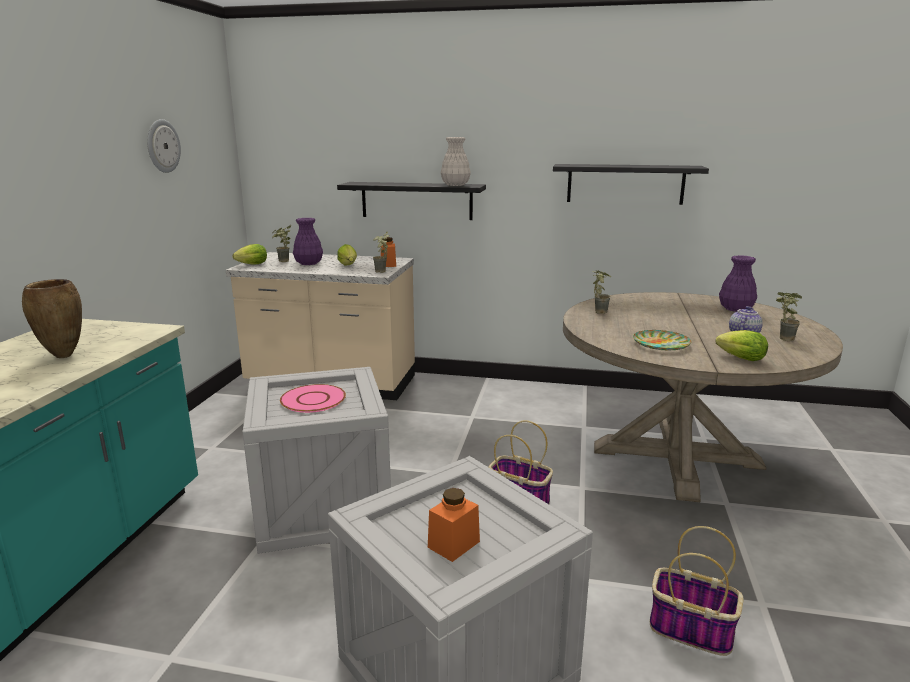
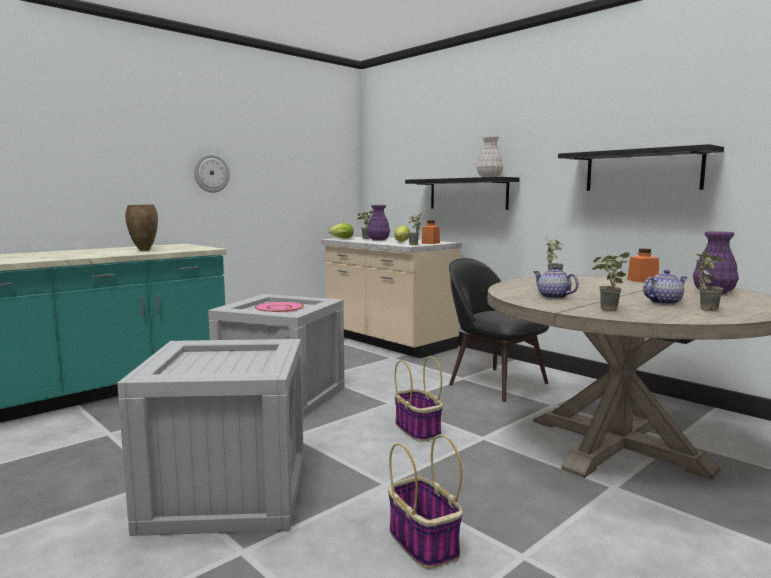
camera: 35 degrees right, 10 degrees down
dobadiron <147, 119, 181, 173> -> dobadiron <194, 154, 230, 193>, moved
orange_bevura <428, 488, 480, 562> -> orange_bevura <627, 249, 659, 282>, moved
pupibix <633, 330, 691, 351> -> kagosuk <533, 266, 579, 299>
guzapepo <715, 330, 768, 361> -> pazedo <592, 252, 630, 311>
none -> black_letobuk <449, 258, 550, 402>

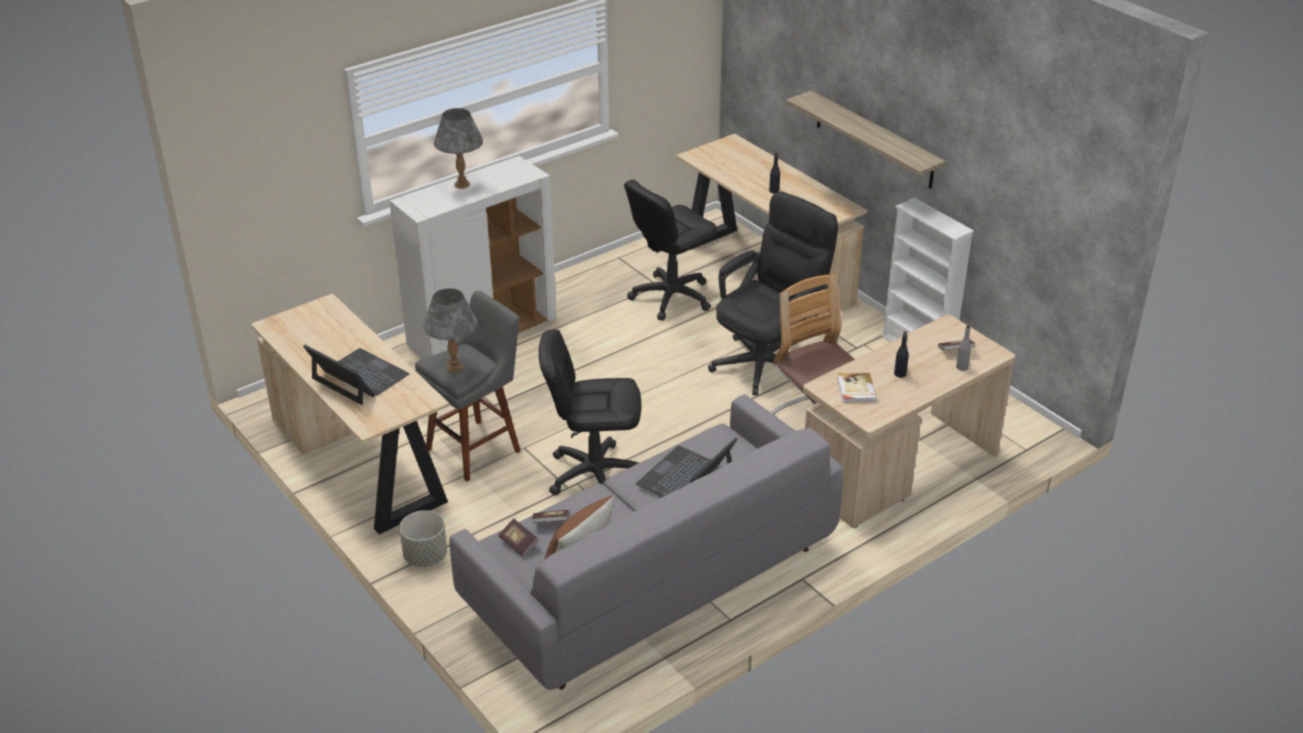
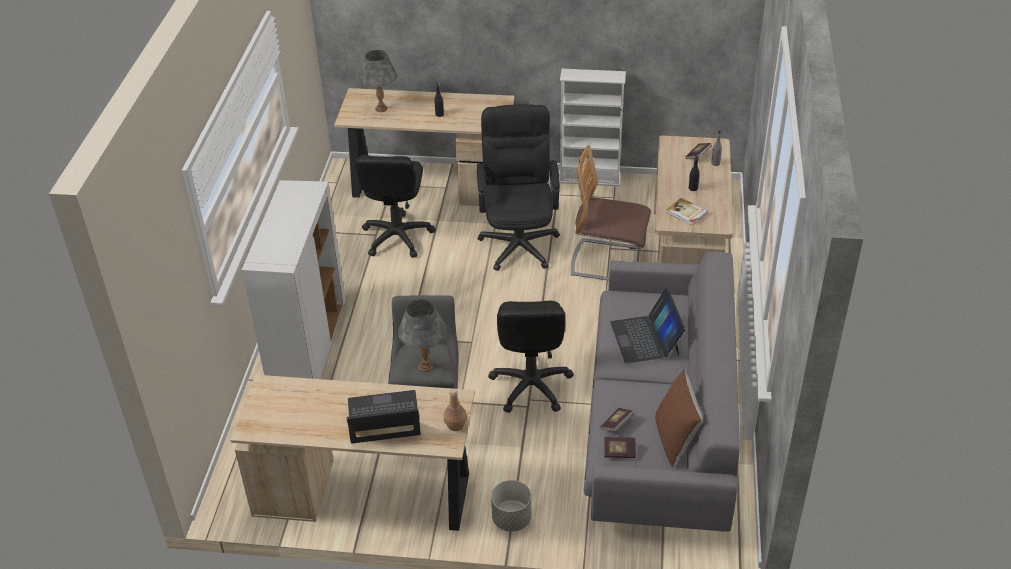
camera: 45 degrees left, 5 degrees up
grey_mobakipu <434, 108, 483, 189> -> grey_mobakipu <359, 50, 397, 112>, moved
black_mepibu <539, 329, 641, 495> -> black_mepibu <488, 301, 574, 413>, 45 degrees counterclockwise
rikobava <786, 91, 946, 189> -> none
none -> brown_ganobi <444, 389, 467, 431>

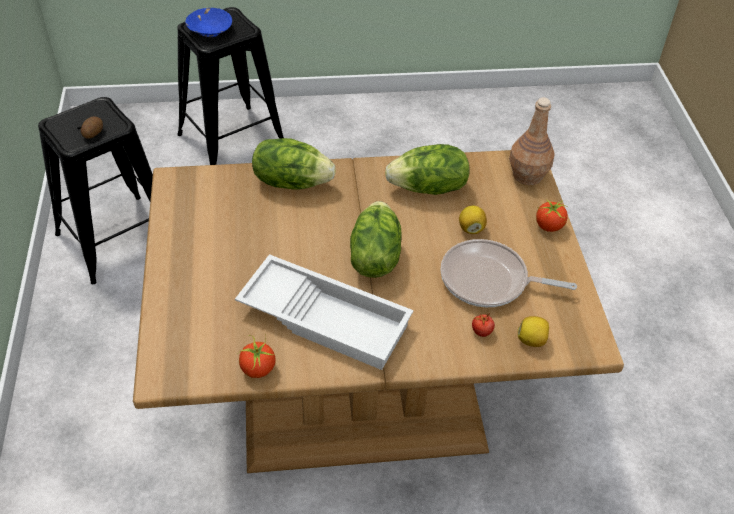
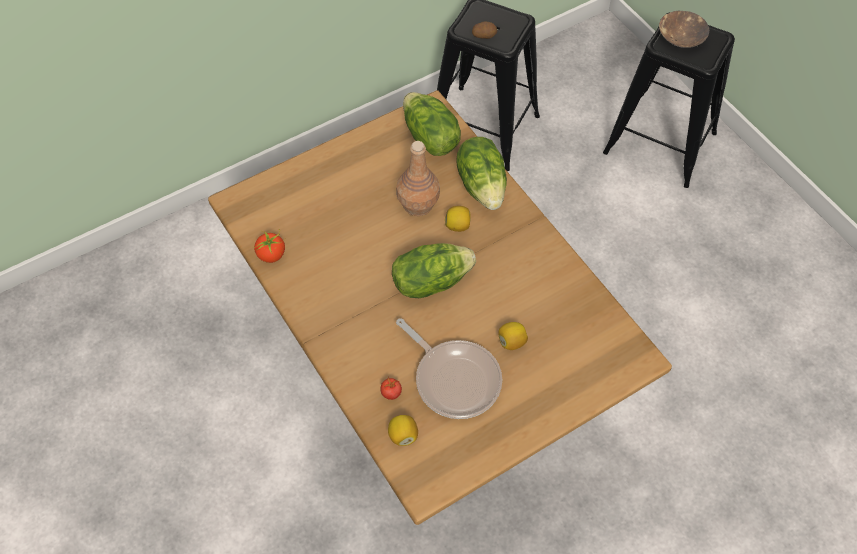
camera: 65 degrees right, 10 degrees up
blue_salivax <185, 8, 232, 38> -> brown_salivax <659, 11, 709, 48>
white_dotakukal <235, 254, 414, 370> -> none
guzapepo <385, 144, 470, 195> -> guzapepo <403, 92, 461, 156>, moved
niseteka <441, 239, 577, 307> -> niseteka <396, 318, 502, 419>, 150 degrees clockwise
brown_ganobi <509, 98, 555, 185> -> brown_ganobi <396, 141, 440, 216>, moved
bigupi <536, 199, 568, 232> -> none
none -> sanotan <445, 206, 471, 232>

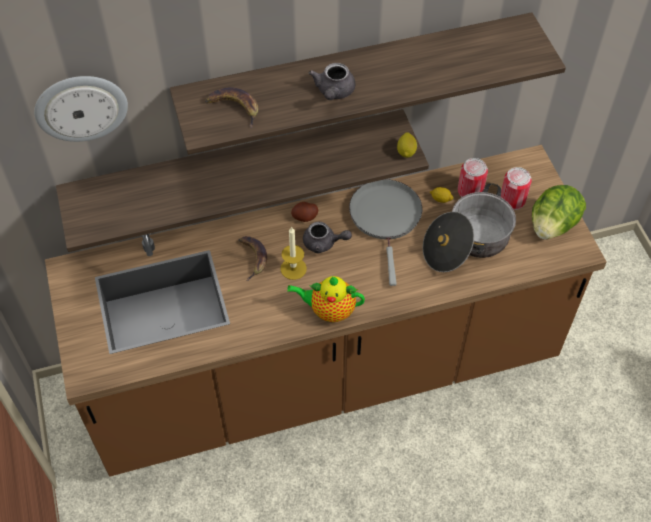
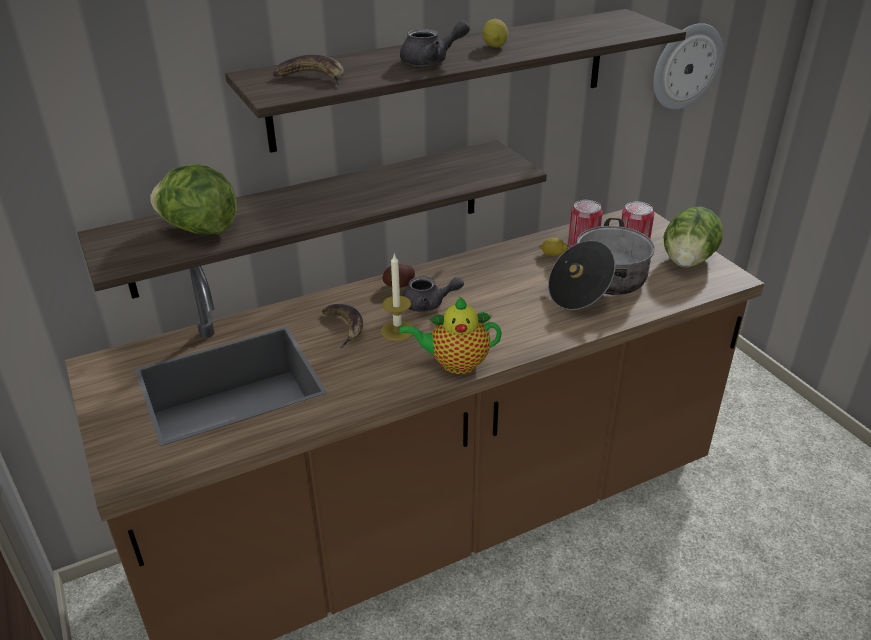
camera: 10 degrees left, 20 degrees down
dobadiron <34, 76, 128, 142> -> dobadiron <653, 23, 723, 109>, moved
grey_kagosuk <309, 63, 356, 100> -> grey_kagosuk <400, 20, 470, 66>, 105 degrees counterclockwise
grey_niseteka <349, 179, 422, 286> -> none
sanotan <397, 132, 417, 158> -> sanotan <482, 19, 508, 48>, moved
none -> guzapepo <150, 164, 237, 234>

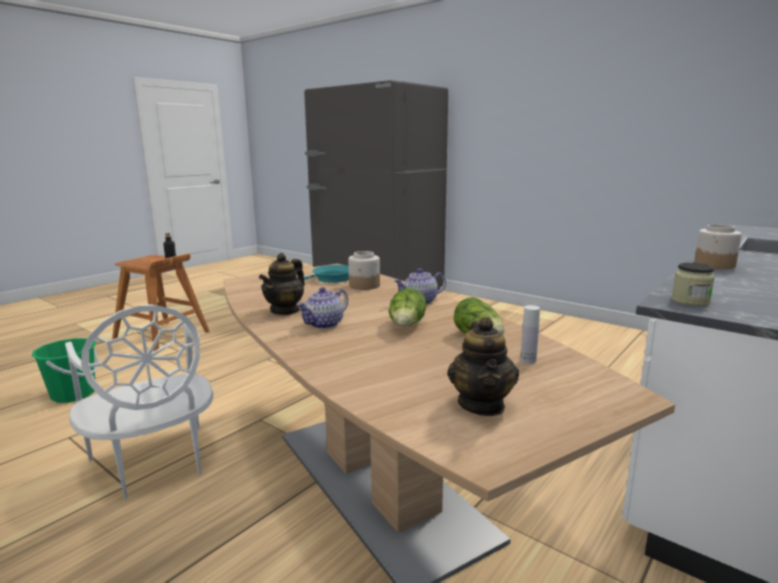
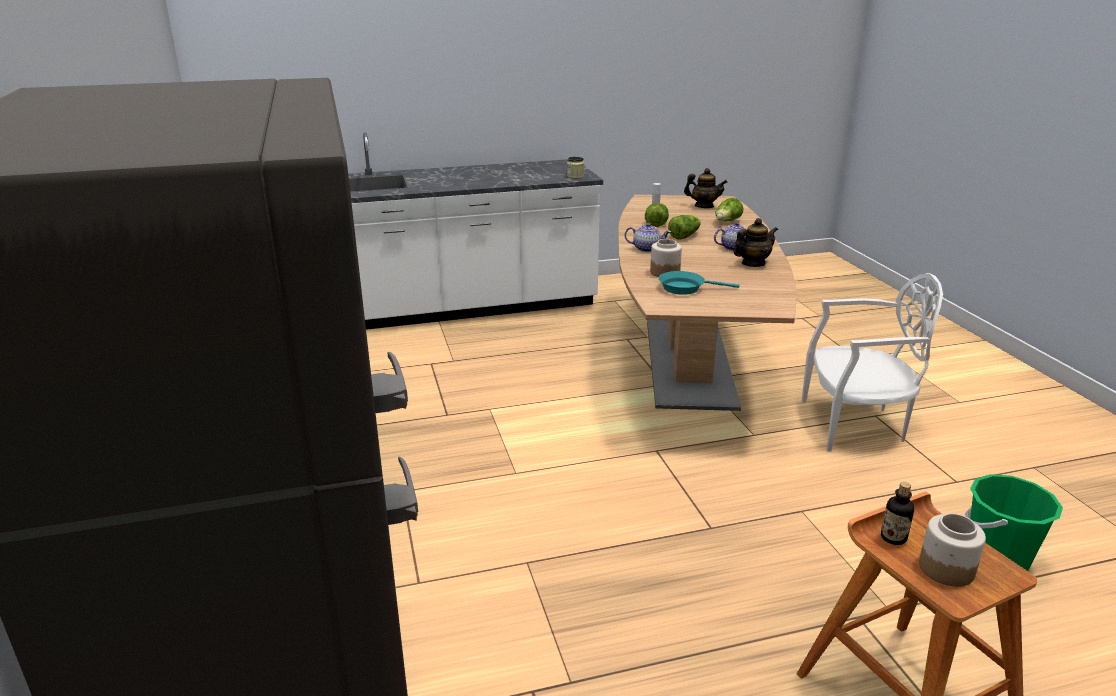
camera: 145 degrees left, 10 degrees up
white_letobuk <65, 304, 213, 500> -> white_letobuk <802, 273, 943, 451>, 90 degrees clockwise
kagosuk <447, 317, 519, 416> -> kagosuk <684, 168, 727, 208>, 75 degrees clockwise
bevura <694, 224, 742, 269> -> bevura <919, 513, 986, 587>, moved
none -> guzapepo <715, 198, 744, 221>

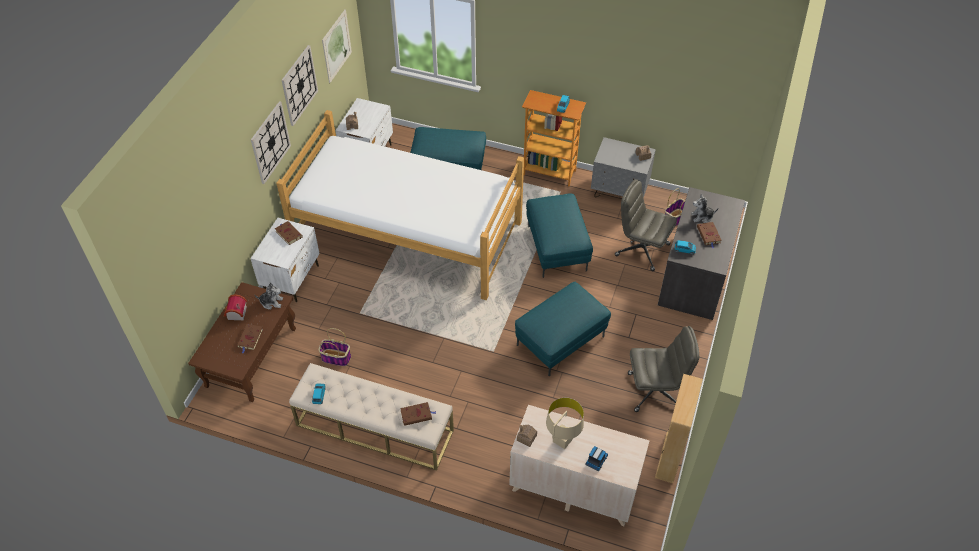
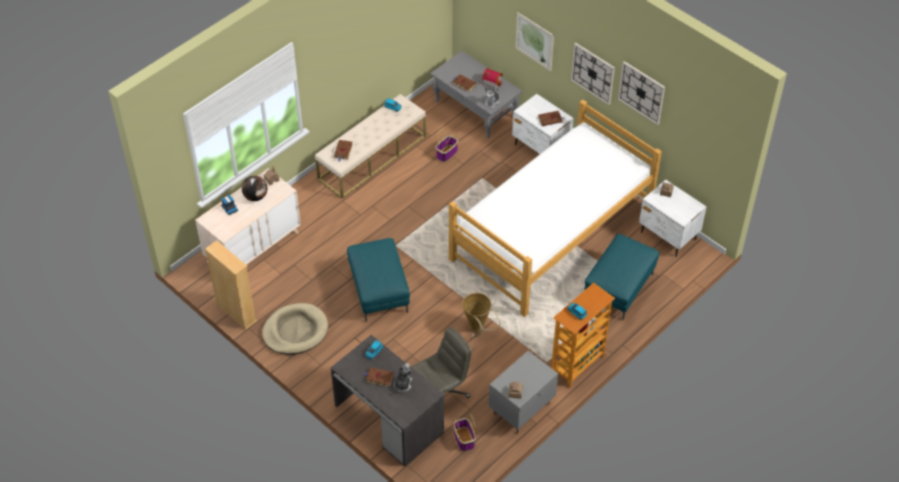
camera: 115 degrees right, 0 degrees up
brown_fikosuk <188, 282, 296, 402> -> grey_fikosuk <430, 51, 522, 139>
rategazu <322, 9, 352, 83> -> rategazu <515, 12, 554, 71>, moved
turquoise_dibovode <526, 194, 593, 278> -> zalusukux <462, 293, 500, 338>
beige_mobakipu <546, 398, 584, 449> -> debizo <242, 176, 267, 201>
grey_mepibu <628, 326, 699, 412> -> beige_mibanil <262, 303, 328, 355>

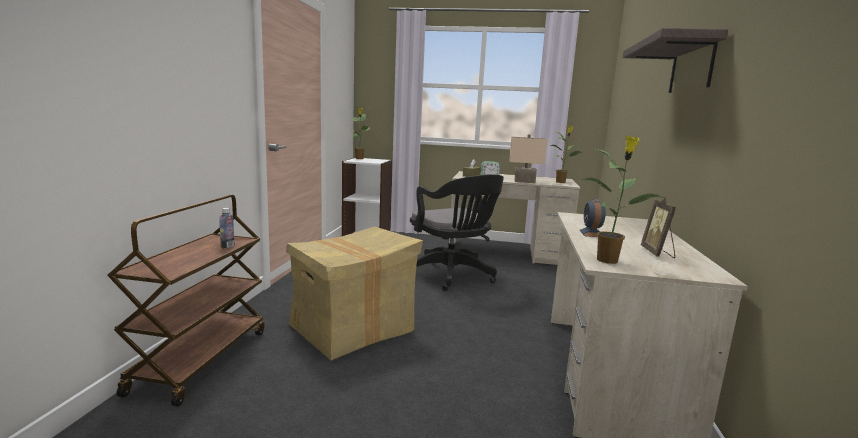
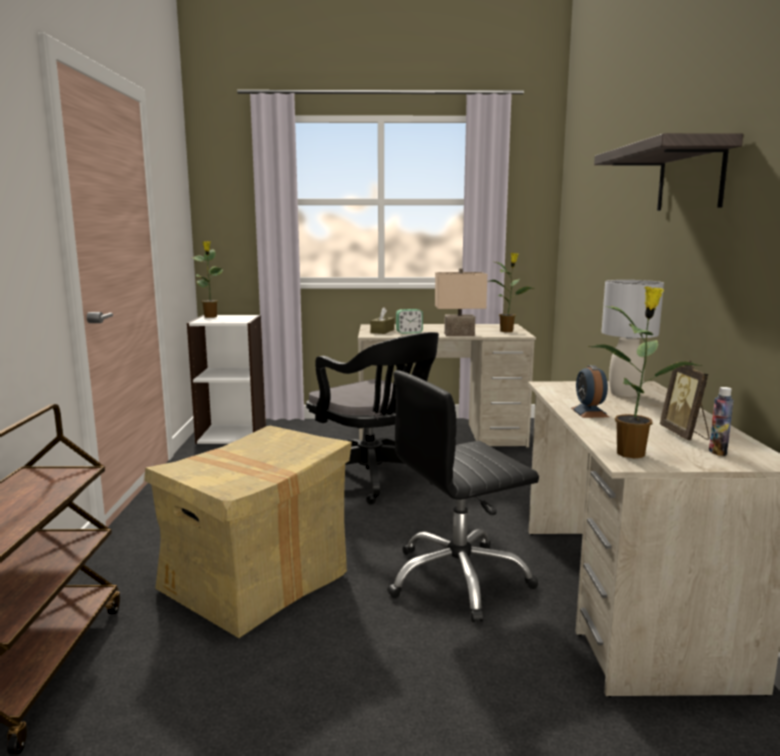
camera: 10 degrees left, 0 degrees up
ganobi <219, 208, 235, 249> -> ganobi <709, 387, 734, 456>, moved
none -> black_mepibu <387, 370, 539, 622>
none -> grey_mobakipu <601, 280, 664, 397>

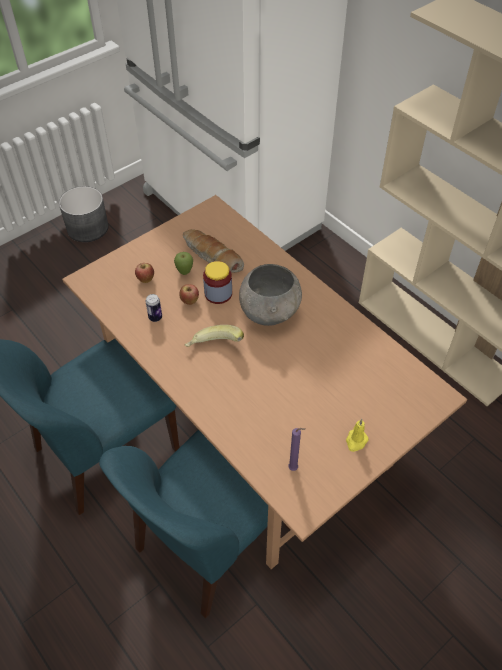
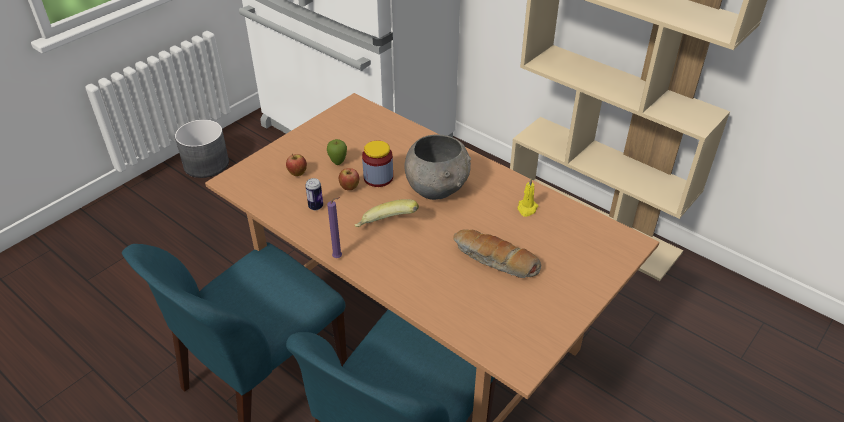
camera: 10 degrees left, 10 degrees down
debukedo <183, 229, 244, 273> -> debukedo <453, 229, 541, 278>, moved
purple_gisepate <288, 428, 306, 471> -> purple_gisepate <327, 197, 342, 258>, moved
yellow_gisepate <346, 419, 369, 452> -> yellow_gisepate <517, 178, 538, 217>, moved

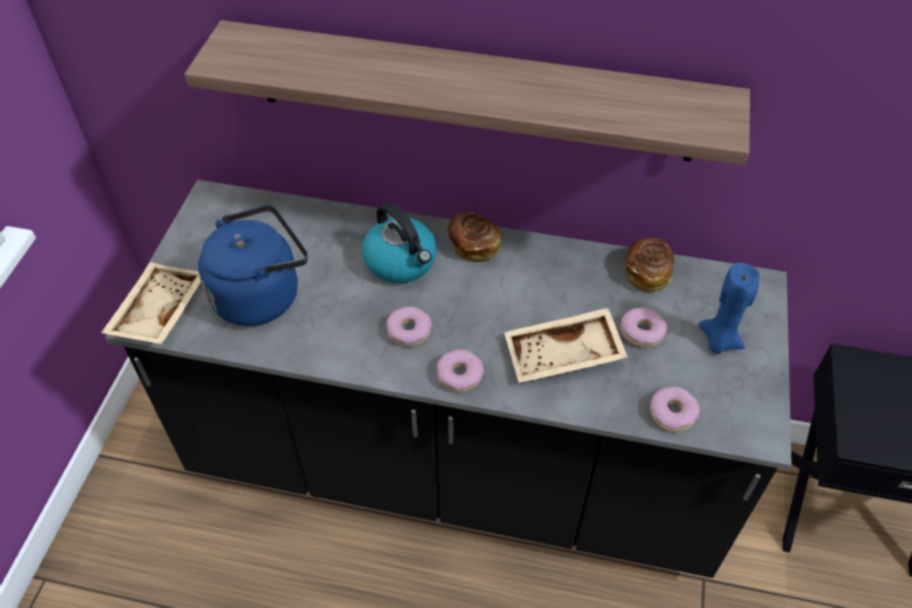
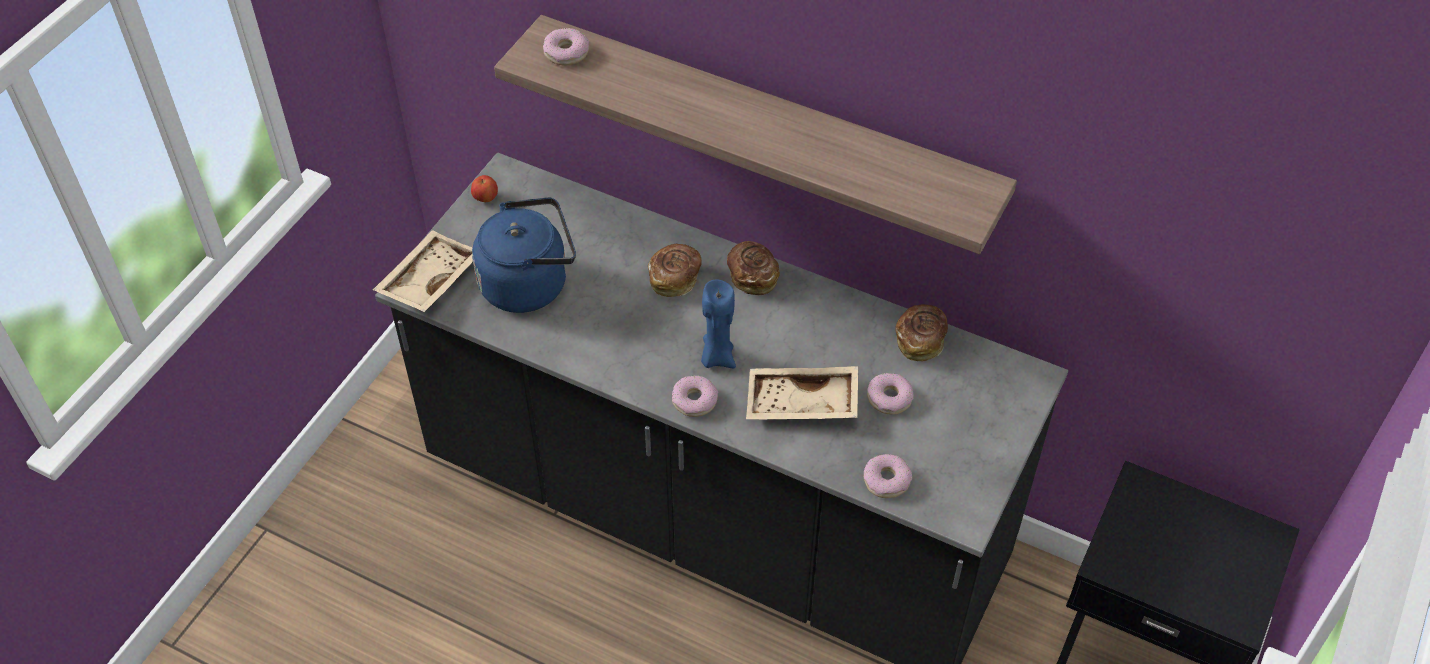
camera: 15 degrees right, 0 degrees up
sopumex <362, 203, 437, 283> -> debukedo <648, 244, 702, 297>
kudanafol <387, 307, 432, 347> -> kudanafol <543, 28, 589, 65>, moved
blue_gisepate <698, 263, 759, 354> -> blue_gisepate <701, 279, 736, 368>, moved
none -> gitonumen <471, 175, 498, 202>

